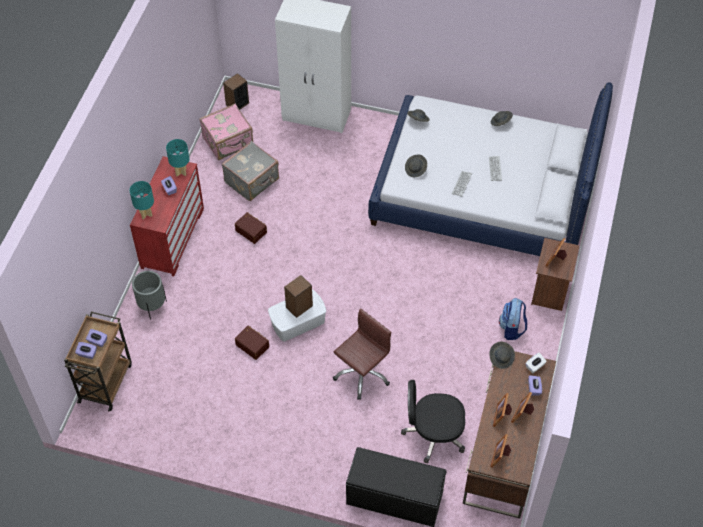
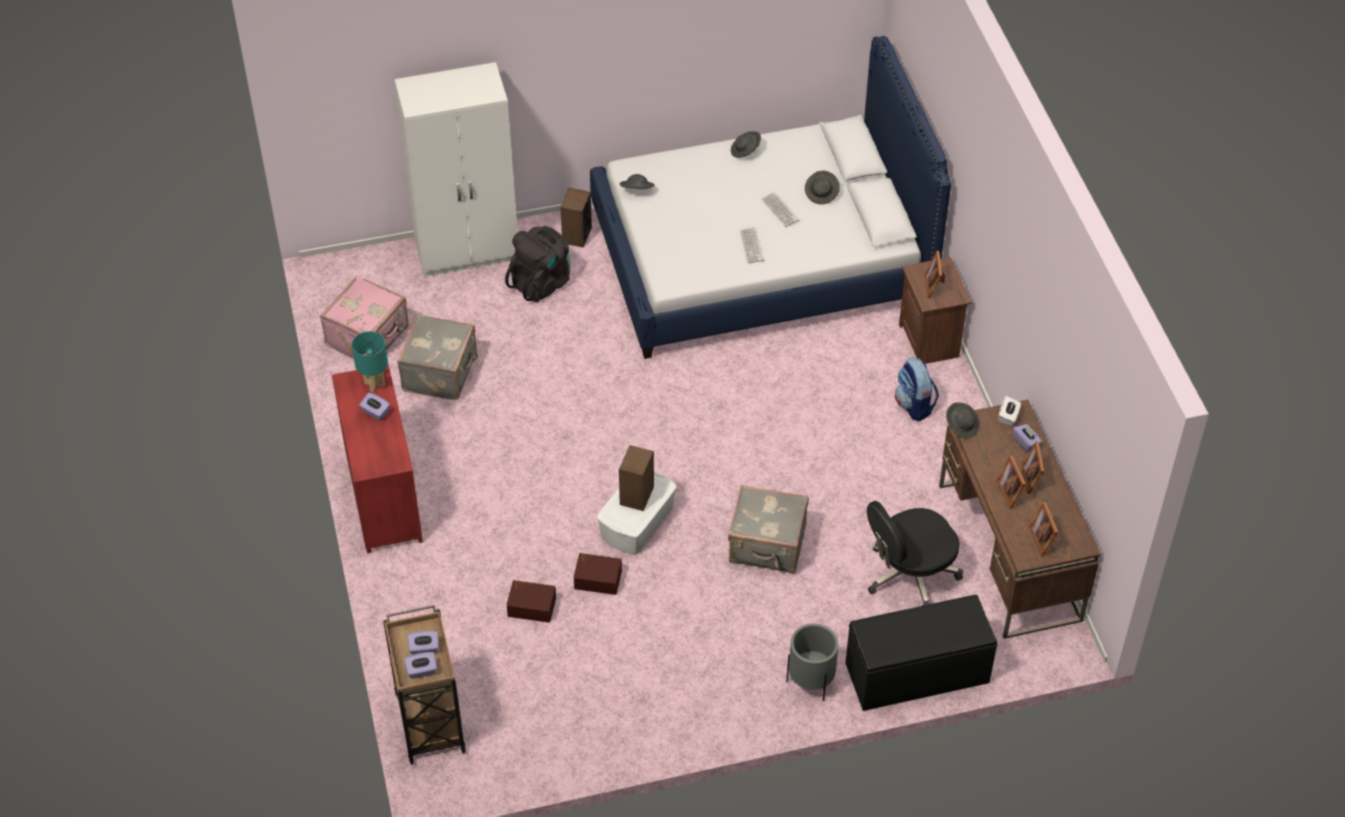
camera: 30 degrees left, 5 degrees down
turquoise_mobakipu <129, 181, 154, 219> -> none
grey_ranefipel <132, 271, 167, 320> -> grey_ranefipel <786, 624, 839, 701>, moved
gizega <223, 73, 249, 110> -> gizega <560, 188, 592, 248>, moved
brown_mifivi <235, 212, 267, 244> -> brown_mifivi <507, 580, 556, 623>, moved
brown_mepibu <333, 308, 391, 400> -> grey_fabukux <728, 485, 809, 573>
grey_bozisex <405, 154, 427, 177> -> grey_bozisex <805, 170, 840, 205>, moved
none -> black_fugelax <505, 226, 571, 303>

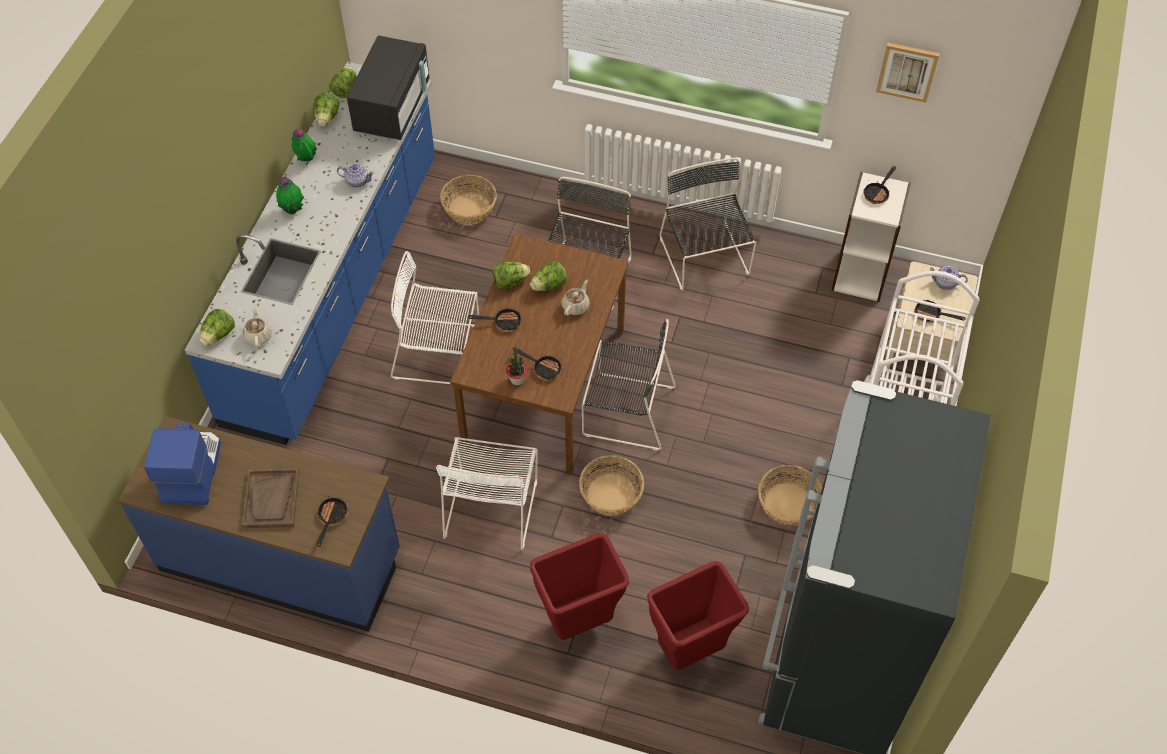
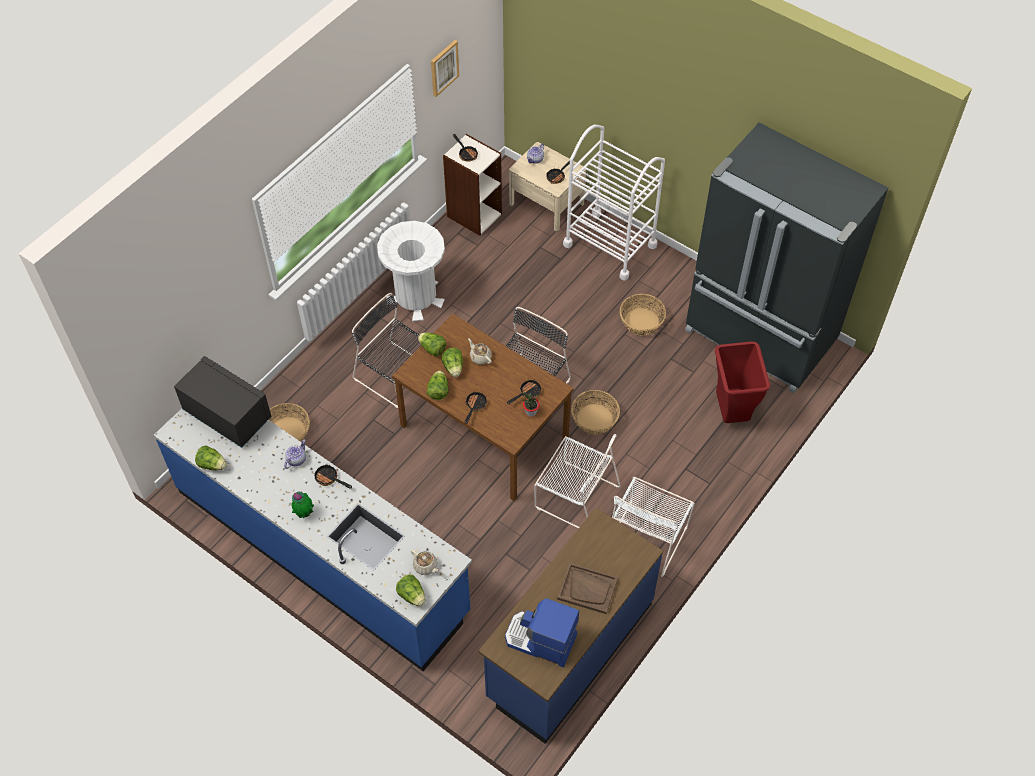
camera: 70 degrees left, 0 degrees up
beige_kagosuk <243, 306, 272, 348> -> beige_kagosuk <411, 549, 440, 575>, 150 degrees counterclockwise
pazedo <292, 127, 317, 162> -> none
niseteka <317, 496, 348, 547> -> niseteka <314, 465, 352, 489>, moved
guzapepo <329, 67, 356, 98> -> guzapepo <418, 333, 446, 357>, moved
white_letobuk <390, 251, 479, 384> -> white_letobuk <612, 477, 695, 577>, moved
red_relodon <530, 533, 629, 640> -> none
black_letobuk <660, 158, 756, 291> -> white_relodon <377, 221, 445, 321>

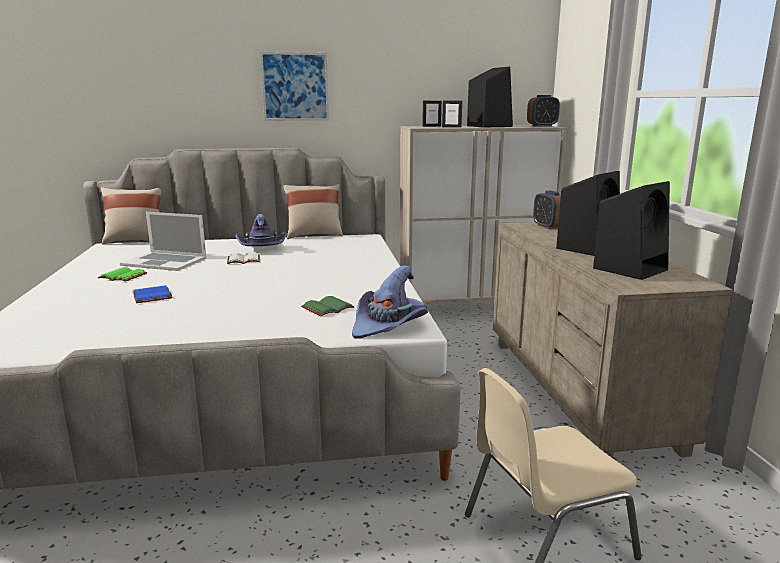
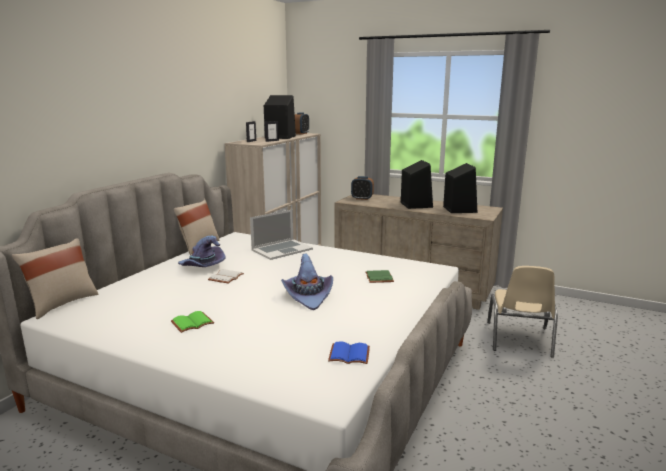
camera: 55 degrees left, 0 degrees up
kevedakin <120, 212, 206, 271> -> kevedakin <250, 210, 313, 260>, moved
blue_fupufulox <132, 285, 173, 303> -> blue_fupufulox <328, 341, 370, 364>, moved
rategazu <260, 52, 329, 121> -> none
purple_bozisex <352, 265, 428, 339> -> purple_bozisex <281, 254, 333, 310>, moved

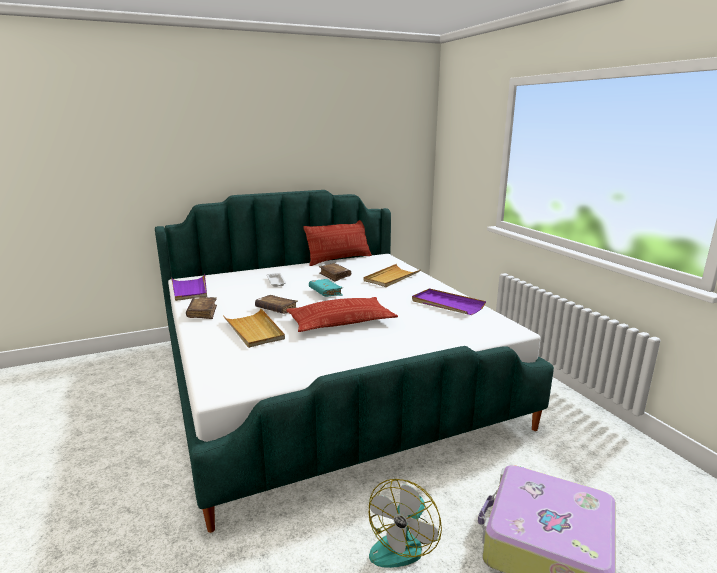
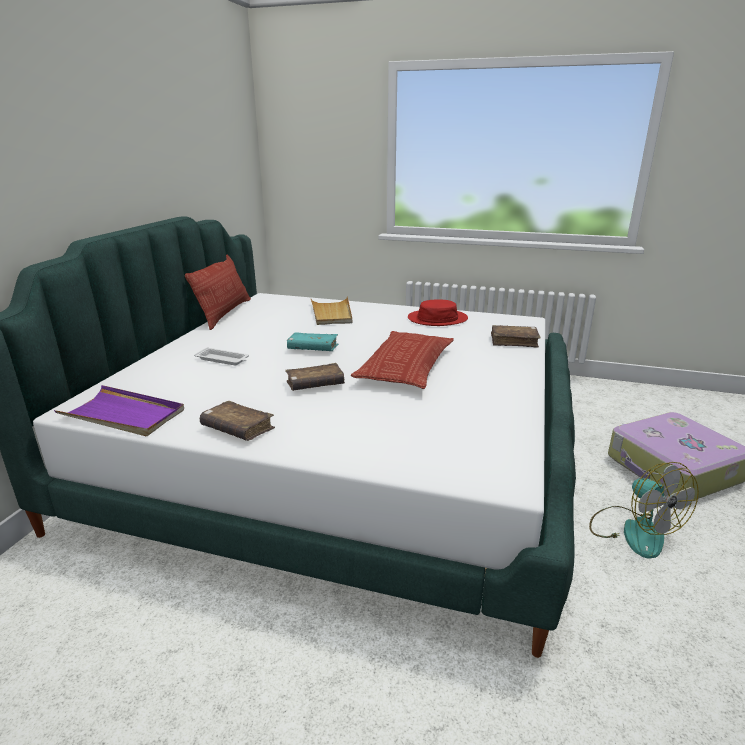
camera: 50 degrees left, 5 degrees up
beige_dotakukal <223, 308, 285, 348> -> none
brown_fupufulox <319, 263, 351, 281> -> brown_fupufulox <491, 325, 541, 348>, moved
purple_dotakukal <412, 288, 486, 315> -> red_bozisex <408, 300, 468, 326>

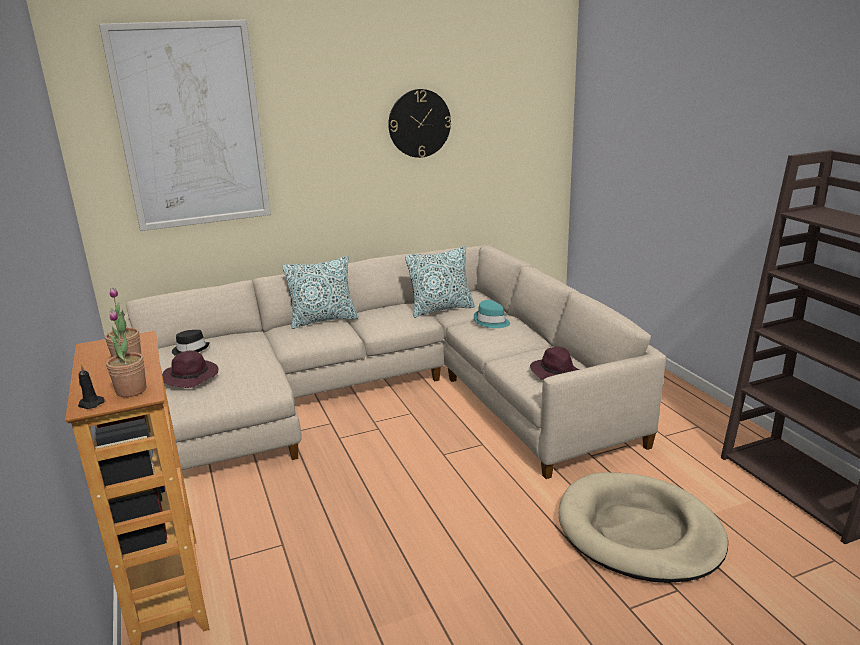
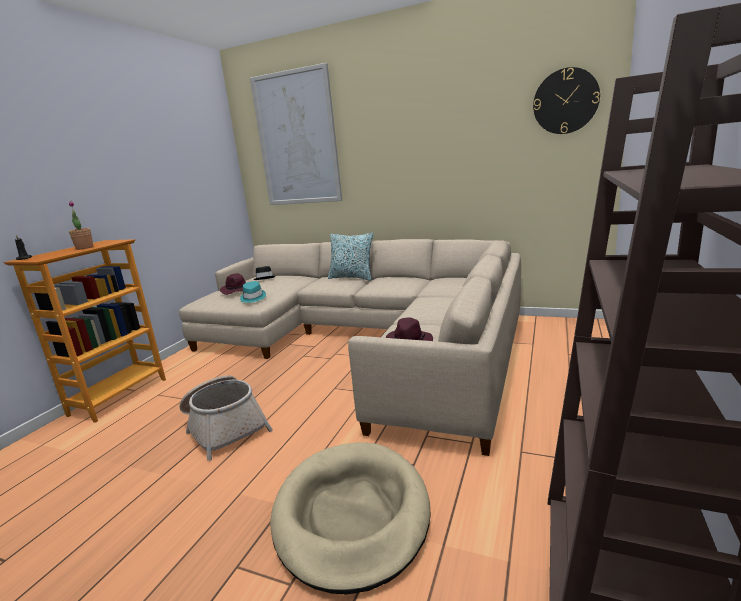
camera: 45 degrees right, 5 degrees down
pazedo <106, 310, 146, 397> -> none
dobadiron <388, 89, 451, 158> -> dobadiron <533, 67, 600, 134>, moved
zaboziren <405, 246, 475, 318> -> none
turquoise_bozisex <474, 300, 510, 328> -> turquoise_bozisex <240, 281, 266, 303>, moved
none -> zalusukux <179, 375, 273, 461>

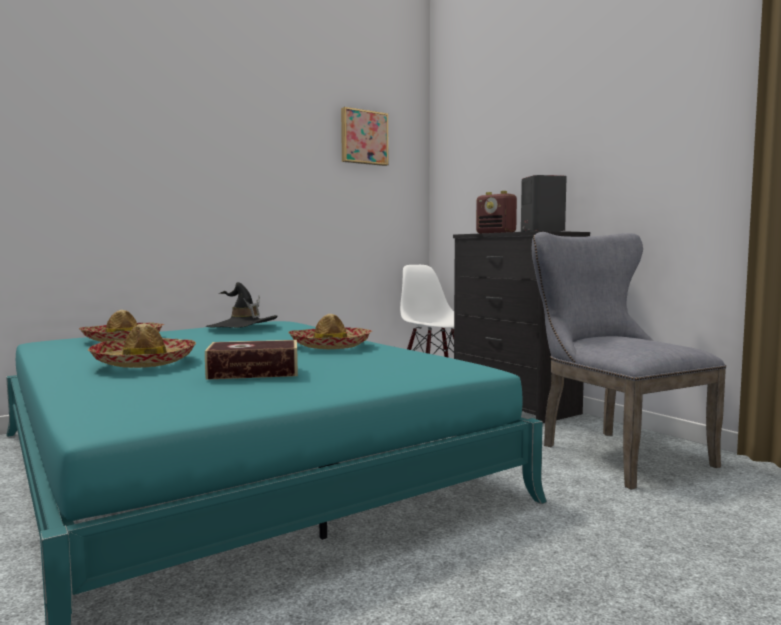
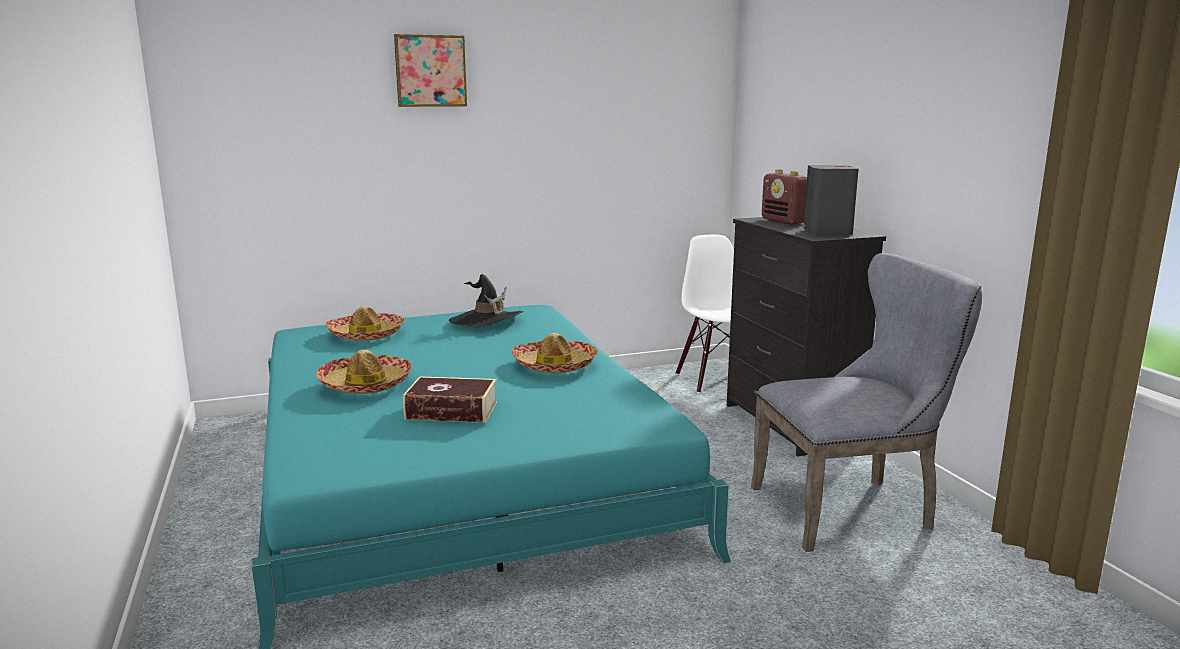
camera: 15 degrees right, 10 degrees up
rategazu <341, 107, 388, 166> -> rategazu <394, 34, 467, 107>, moved
grey_letobuk <532, 232, 726, 490> -> grey_letobuk <751, 253, 982, 552>, 90 degrees clockwise

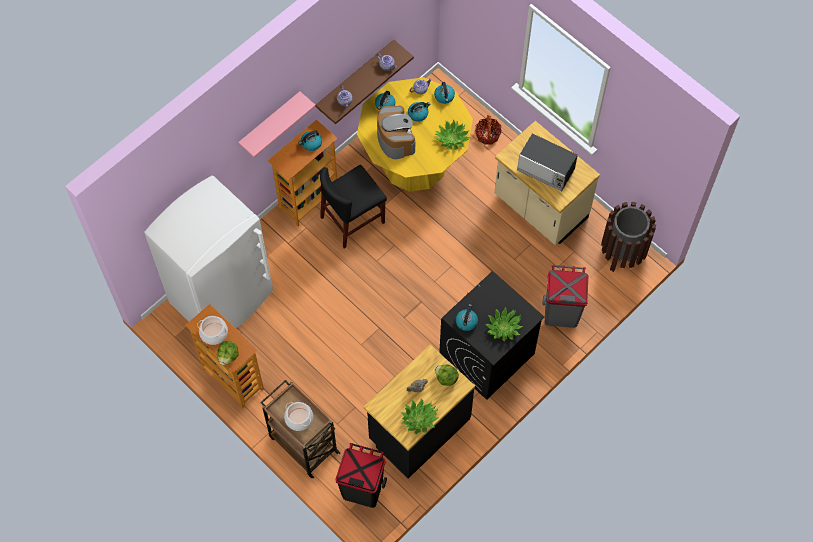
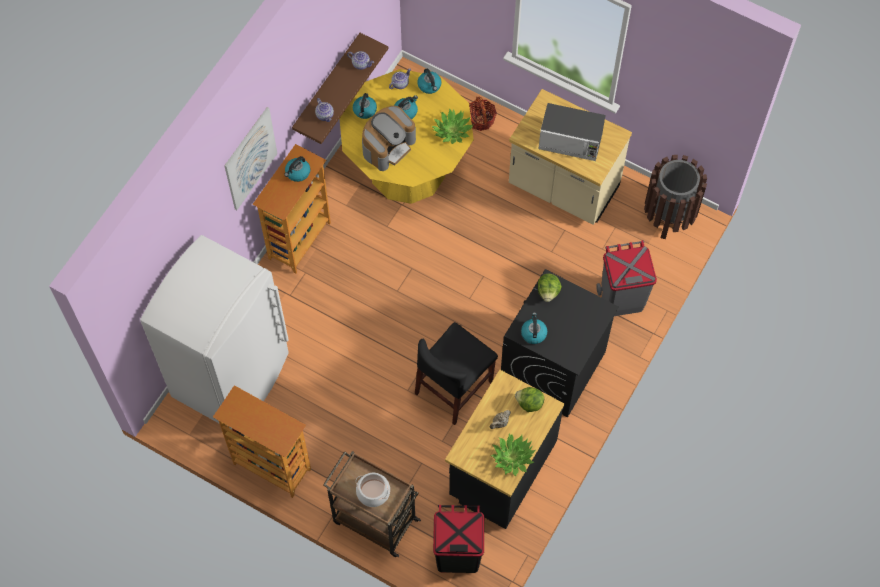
camera: 15 degrees left, 0 degrees up
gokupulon <197, 316, 228, 345> -> none
guzapepo <217, 341, 239, 365> -> guzapepo <538, 274, 562, 302>, moved
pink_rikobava <238, 91, 316, 158> -> rategazu <224, 107, 277, 210>
black_letobuk <320, 165, 387, 249> -> black_letobuk <415, 322, 498, 425>, moved
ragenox <377, 106, 415, 159> -> ragenox <362, 106, 416, 171>, 75 degrees clockwise
pazedo <486, 307, 523, 342> -> none

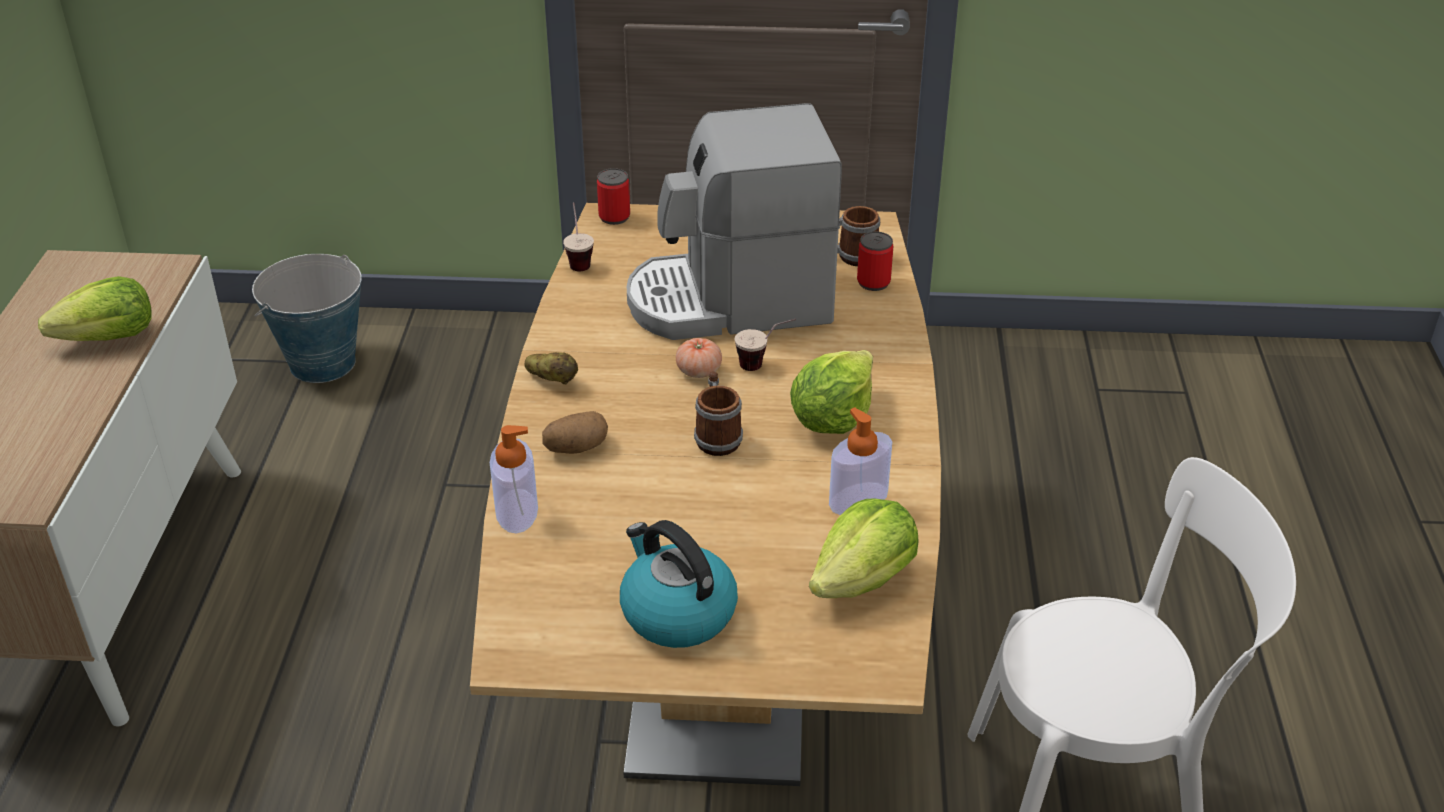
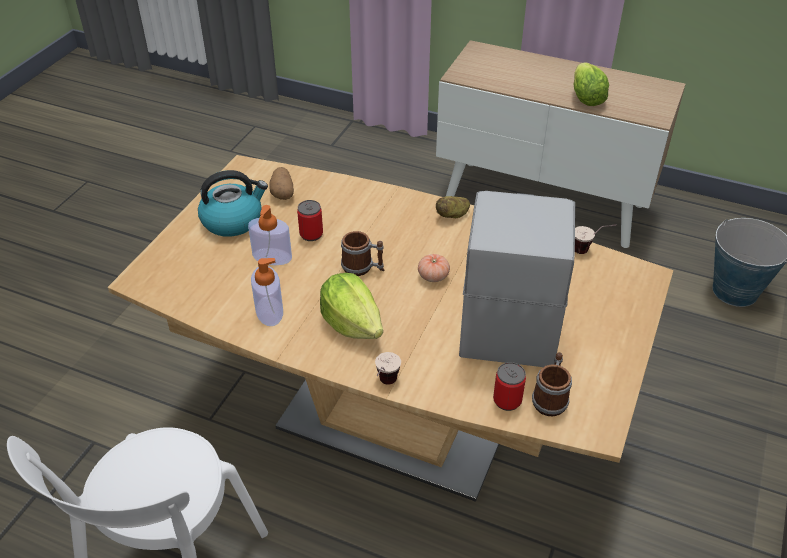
camera: 110 degrees right, 5 degrees up
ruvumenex <490, 425, 538, 533> -> ruvumenex <248, 205, 292, 265>, moved
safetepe <542, 411, 608, 454> -> safetepe <269, 167, 294, 200>, moved
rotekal <597, 168, 630, 225> -> rotekal <297, 200, 323, 241>, moved
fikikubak <735, 318, 796, 371> -> fikikubak <375, 352, 401, 385>, moved
guzapepo <809, 498, 919, 598> -> none

